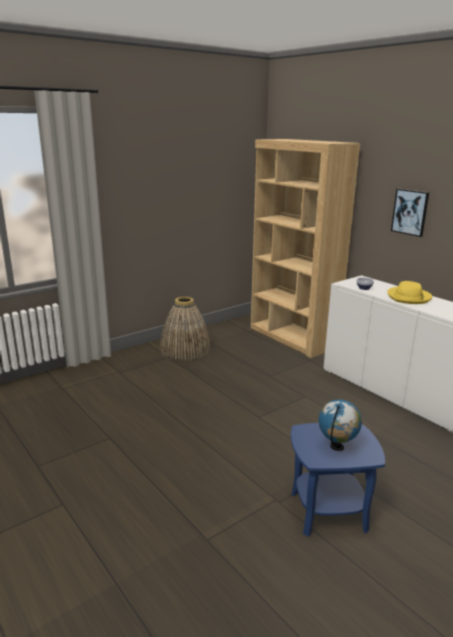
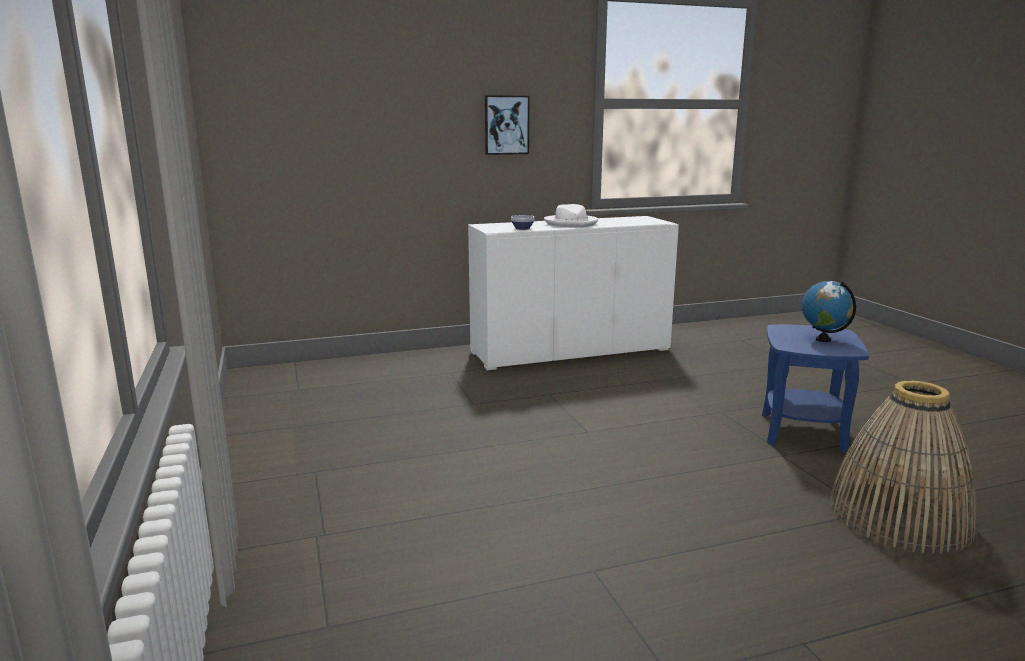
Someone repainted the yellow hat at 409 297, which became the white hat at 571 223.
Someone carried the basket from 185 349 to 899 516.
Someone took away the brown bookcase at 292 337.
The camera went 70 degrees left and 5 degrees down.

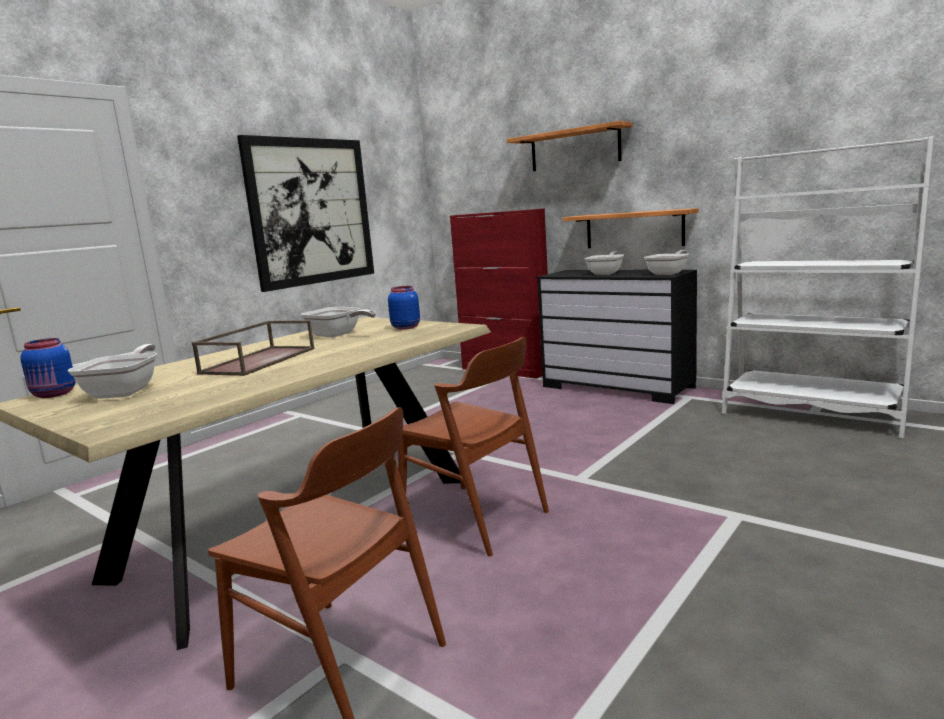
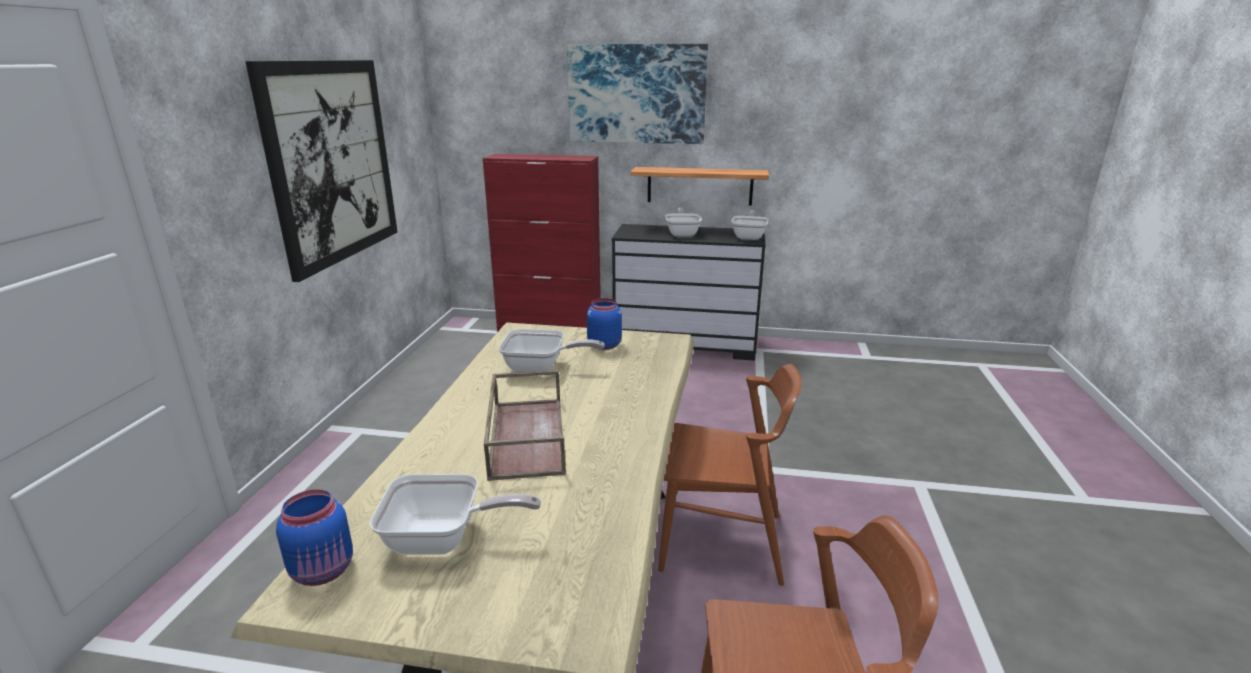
Someone rotated the frying pan at 126 391 by 120 degrees clockwise.
Someone swapped the shelf at 574 149 for the picture at 636 94.
Someone took away the white bookcase at 812 413.
The camera went 30 degrees left and 10 degrees up.

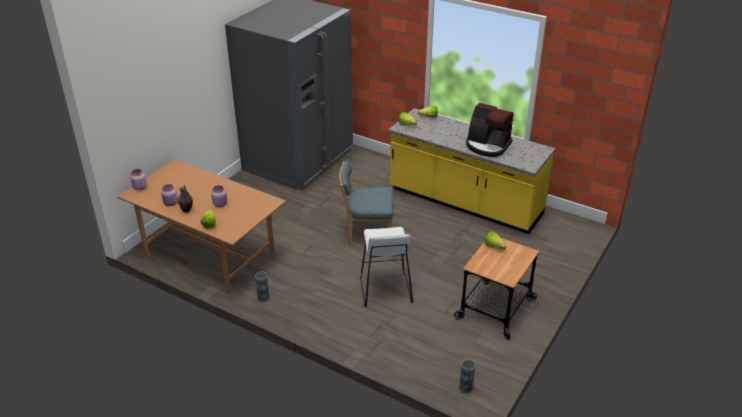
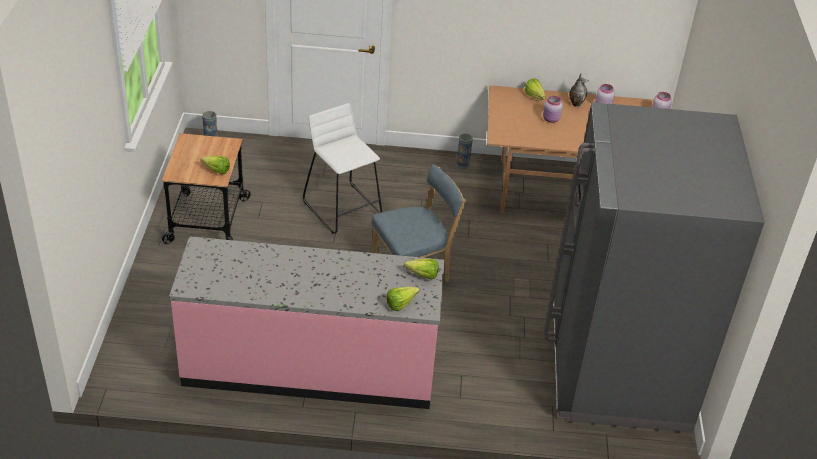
Someone repainted the yellow counter at 464 203, which became the pink counter at 310 367.
Someone took away the coffee machine at 487 145.
The camera went 150 degrees right and 5 degrees up.

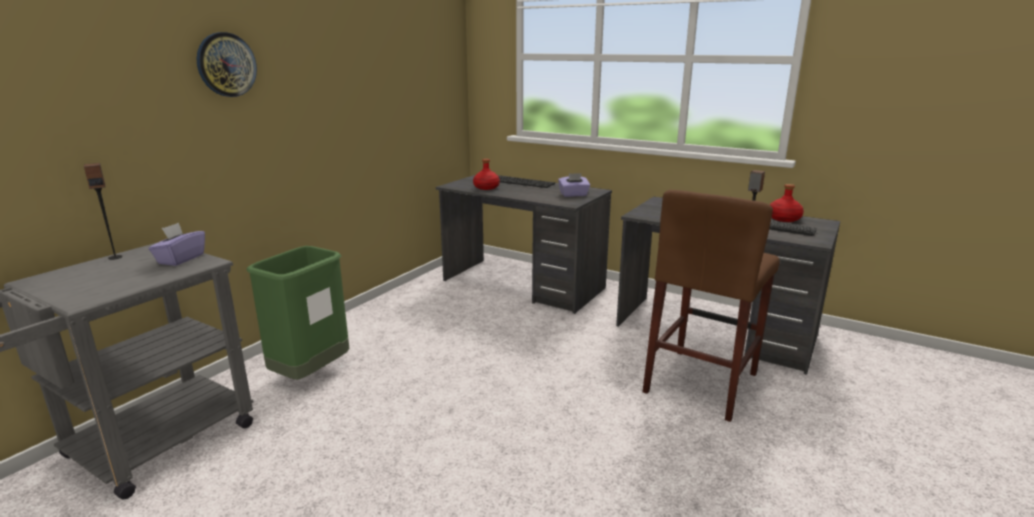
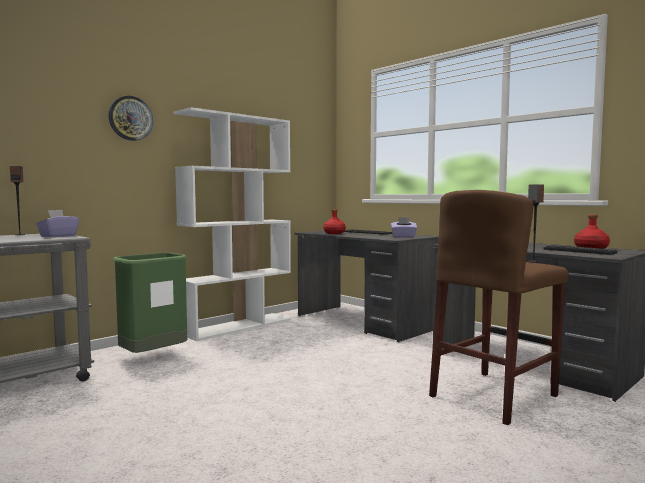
Someone put down the white bookcase at 238 326.
The camera went 15 degrees right and 15 degrees down.

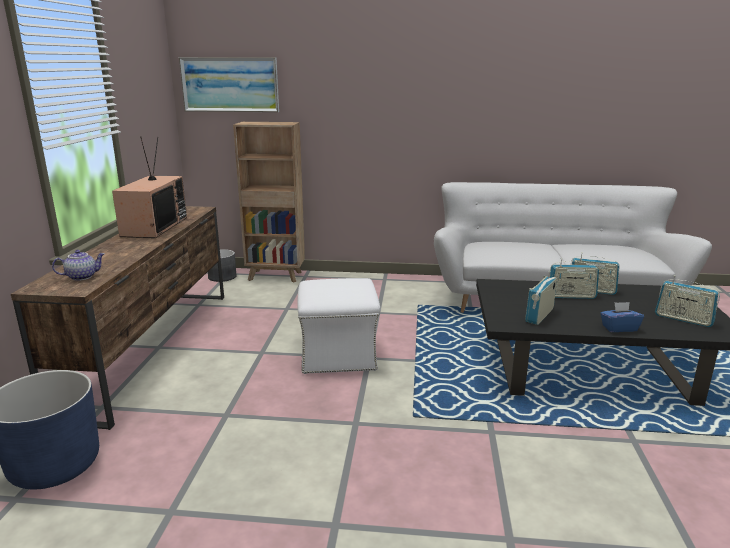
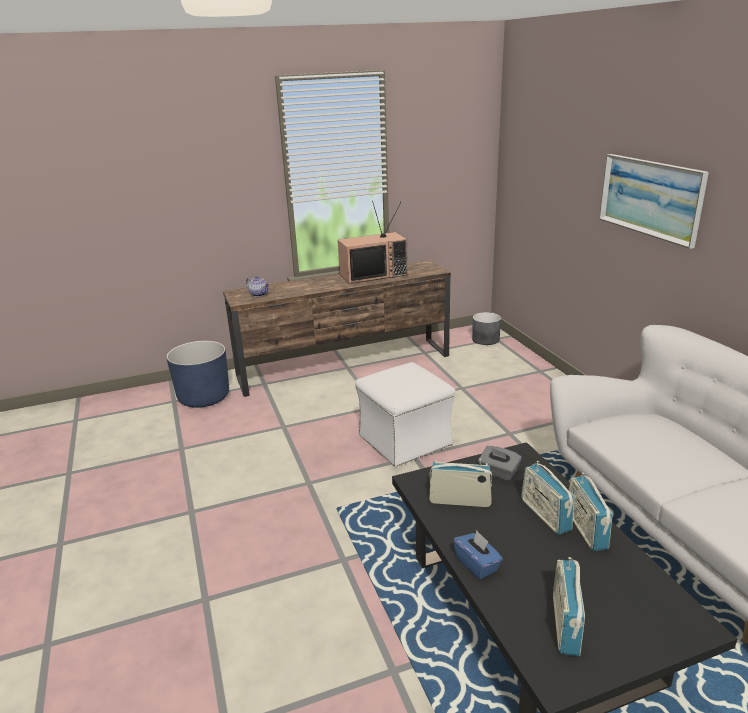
Someone put down the grey tissue box at 498 472.
Someone carried the picture from 230 84 to 650 197.
Someone took away the brown bookcase at 276 276.
The camera went 65 degrees right and 5 degrees up.

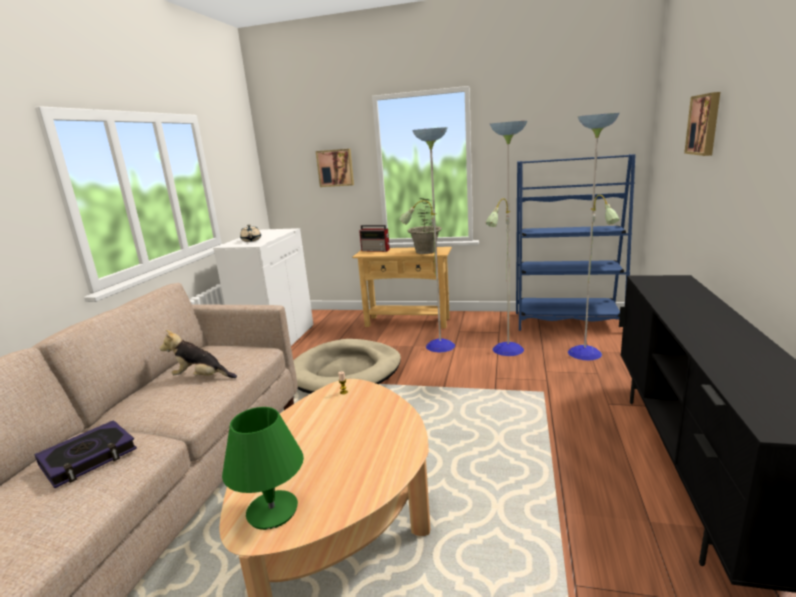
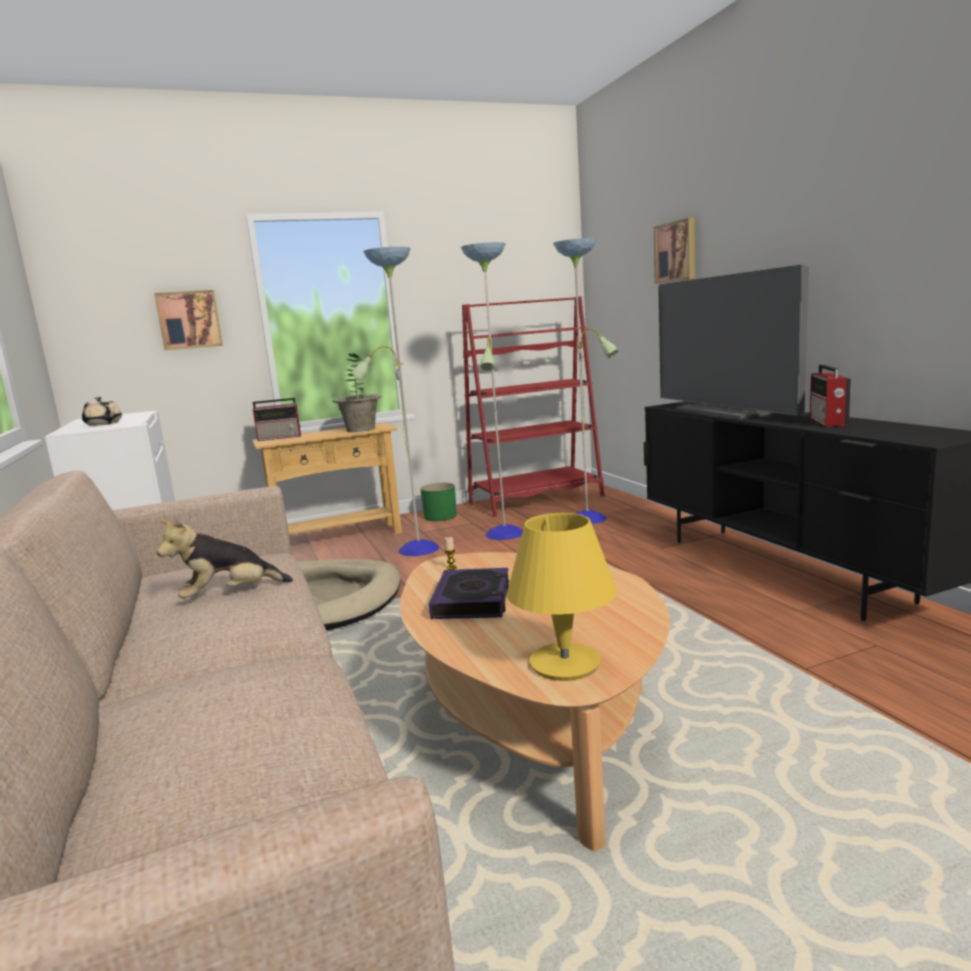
Someone put down the green planter at 440 516.
Someone carried the book from 89 457 to 472 600.
Someone repainted the blue bookcase at 567 322, which became the red bookcase at 536 500.
Someone repainted the green table lamp at 272 510, which became the yellow table lamp at 564 663.
Someone put down the television at 727 411.
Someone put down the radio at 828 421.
The camera went 35 degrees left and 5 degrees down.

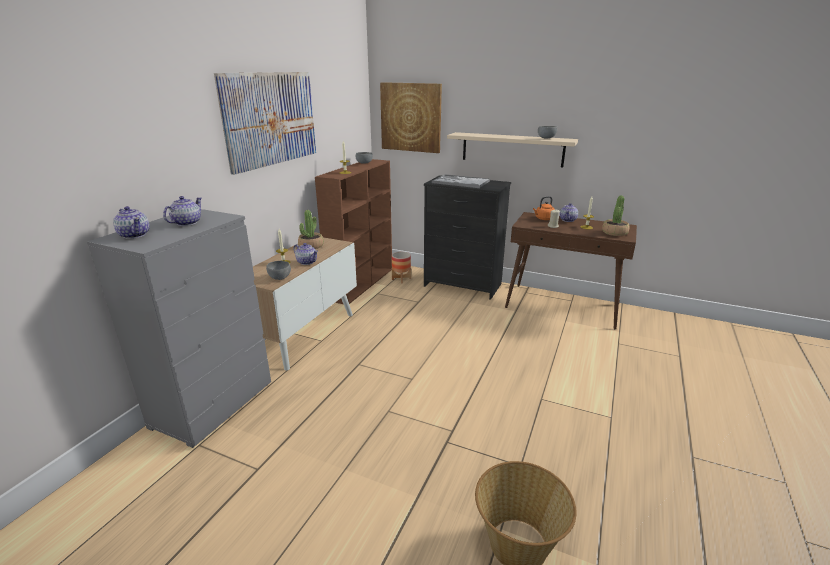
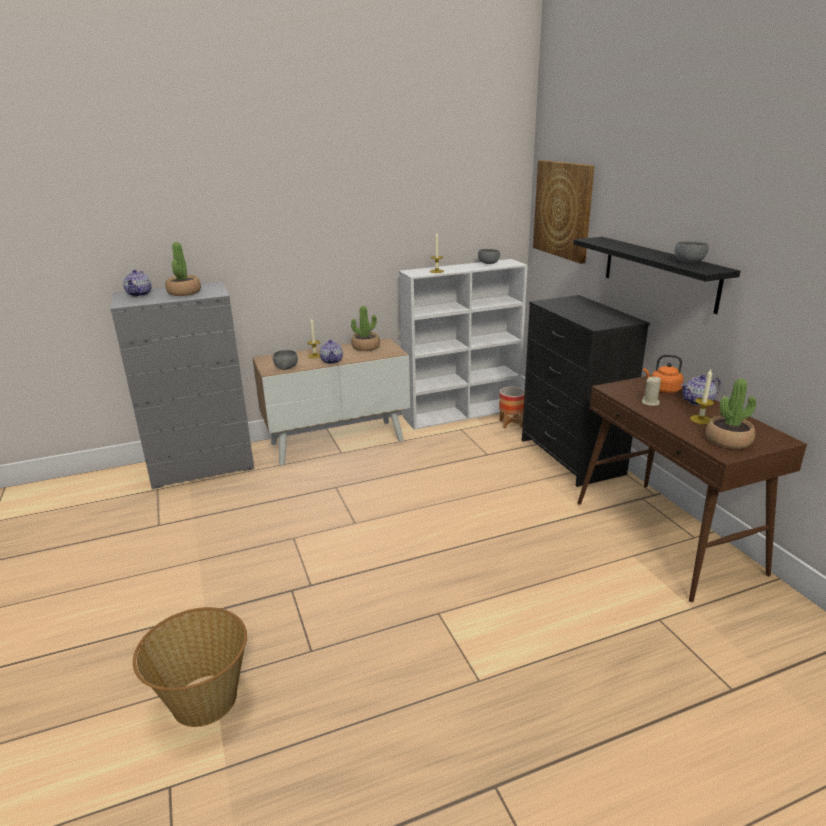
Someone swapped the teapot at 186 223 for the potted plant at 184 292.
Someone repainted the brown bookcase at 361 283, which became the white bookcase at 462 413.
Someone repainted the beige shelf at 512 149, which became the black shelf at 659 272.
Someone took away the picture at 271 119.
Someone took away the tray at 460 182.
The camera went 45 degrees right and 0 degrees up.

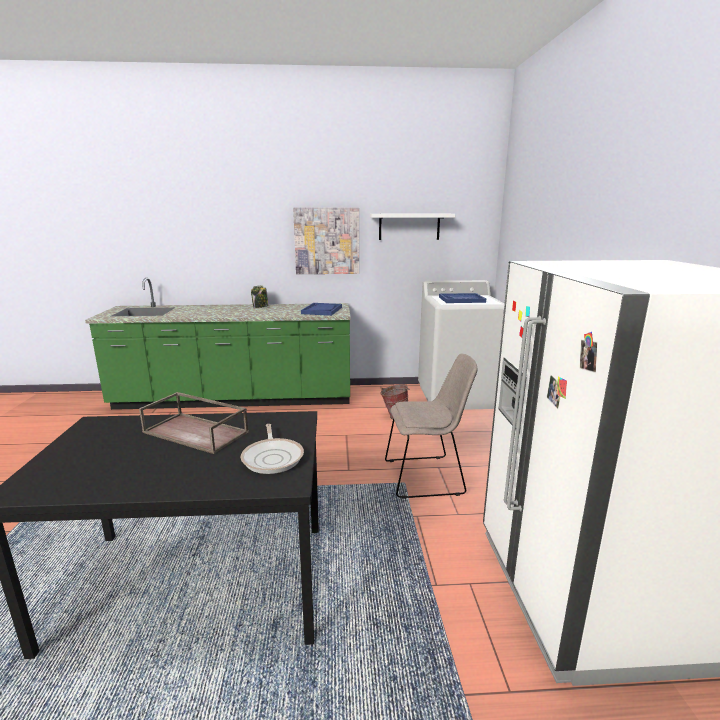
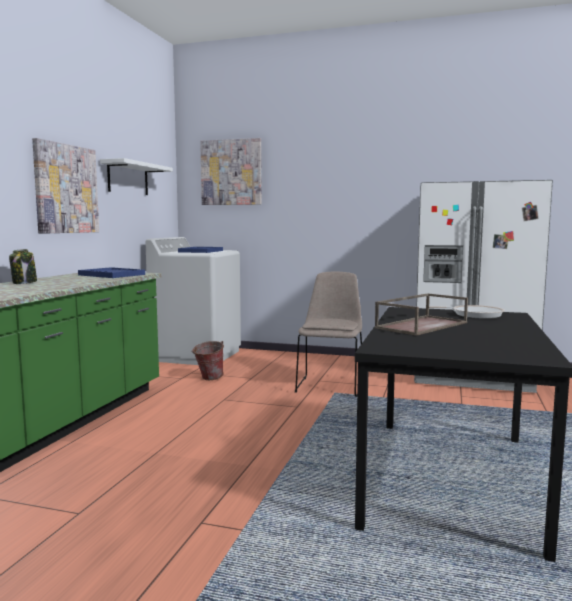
Someone put up the picture at 231 172.
The camera went 70 degrees left and 10 degrees down.

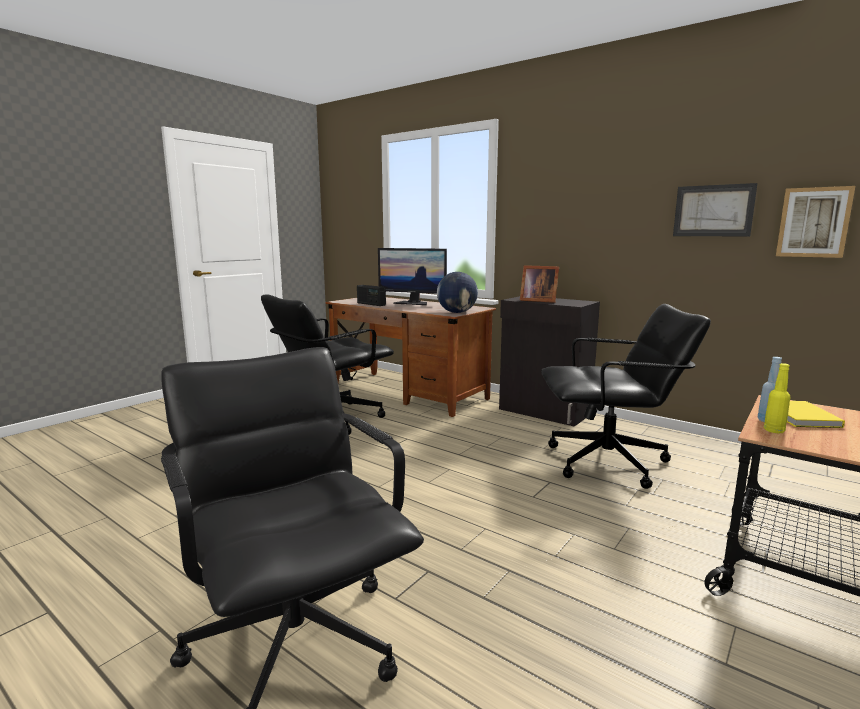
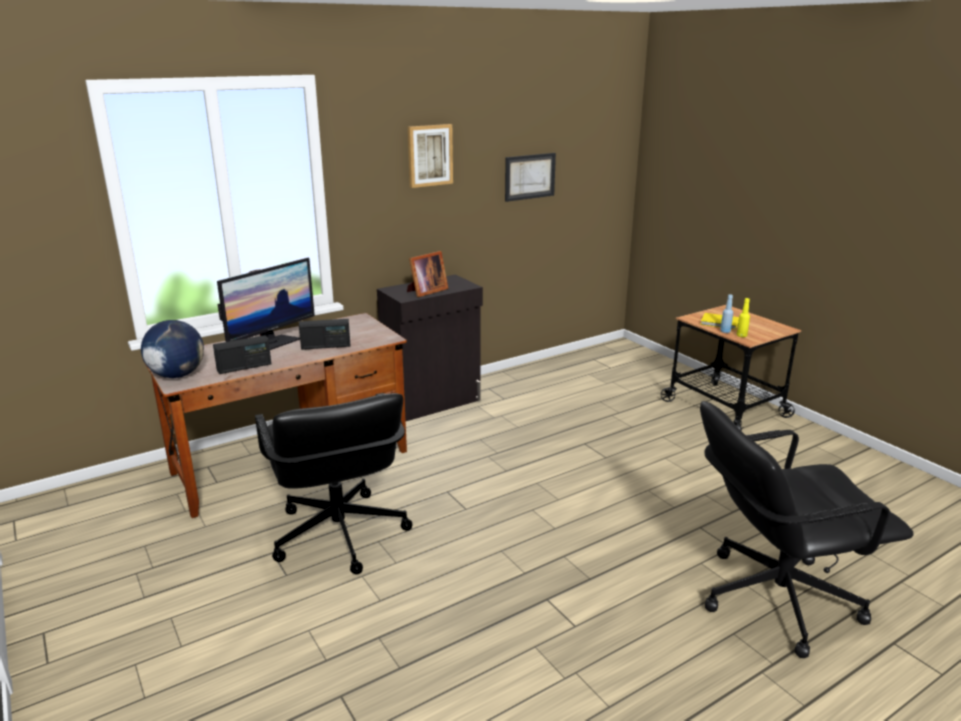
Someone carried the globe from 457 312 to 177 375.
Someone put down the radio at 326 346.
Someone carried the picture from 813 222 to 429 155.
Someone took away the black office chair at 609 462.
The camera went 70 degrees left and 10 degrees up.

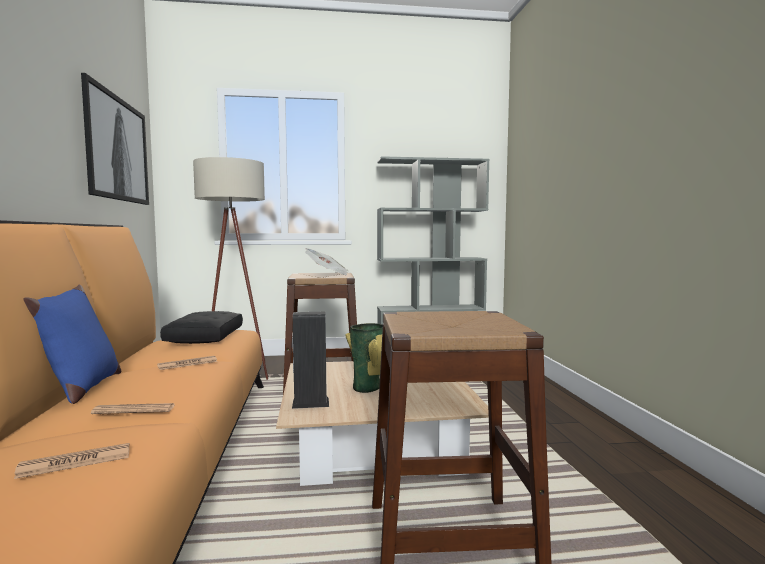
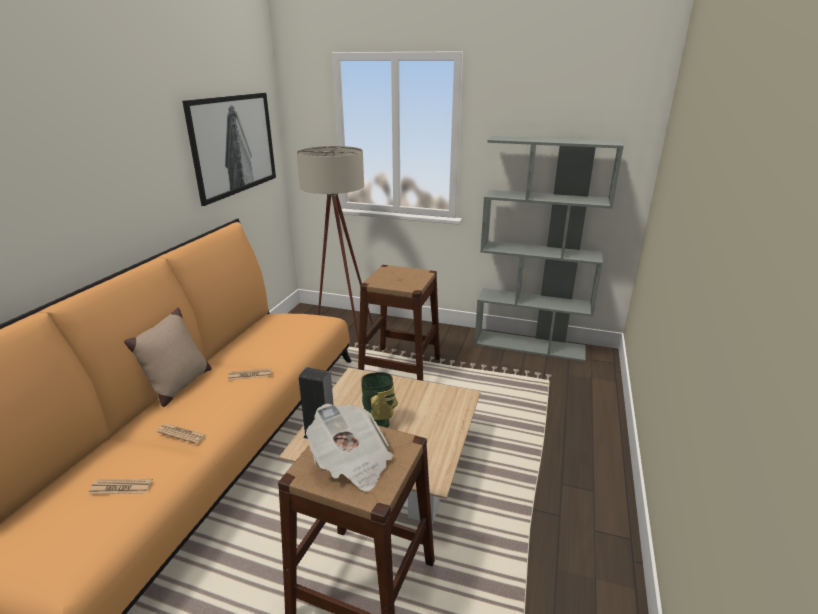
Someone repainted the blue pillow at 81 389, which became the beige pillow at 178 386.
Someone carried the newspaper from 328 274 to 351 462.
Someone took away the black pillow at 204 337.
The camera went 25 degrees right and 20 degrees up.

